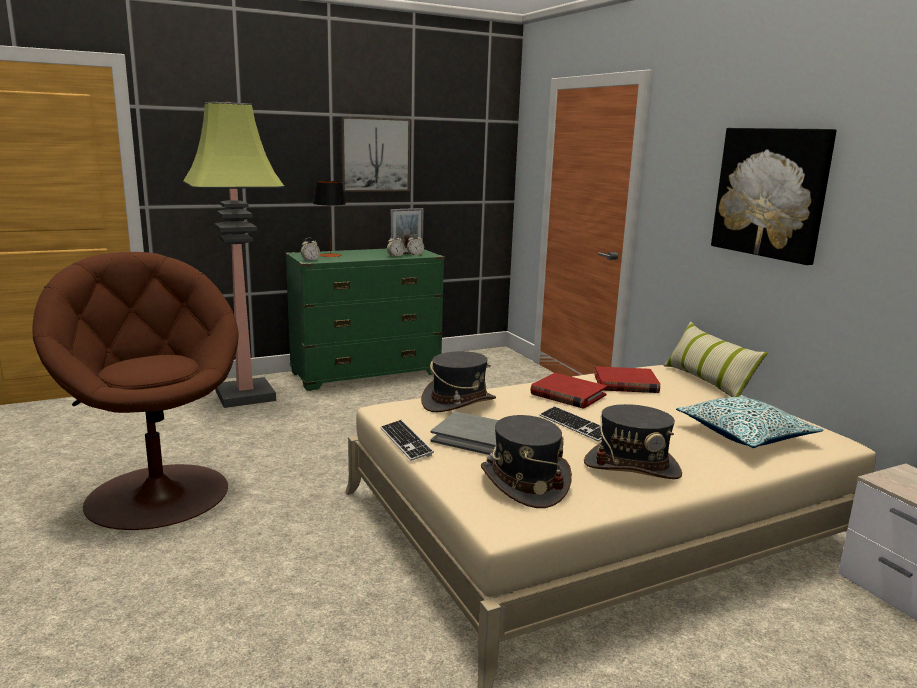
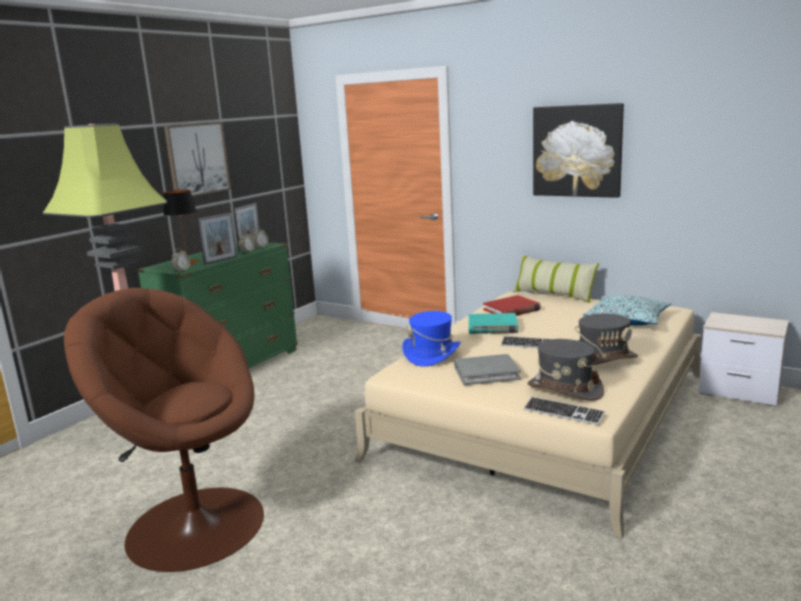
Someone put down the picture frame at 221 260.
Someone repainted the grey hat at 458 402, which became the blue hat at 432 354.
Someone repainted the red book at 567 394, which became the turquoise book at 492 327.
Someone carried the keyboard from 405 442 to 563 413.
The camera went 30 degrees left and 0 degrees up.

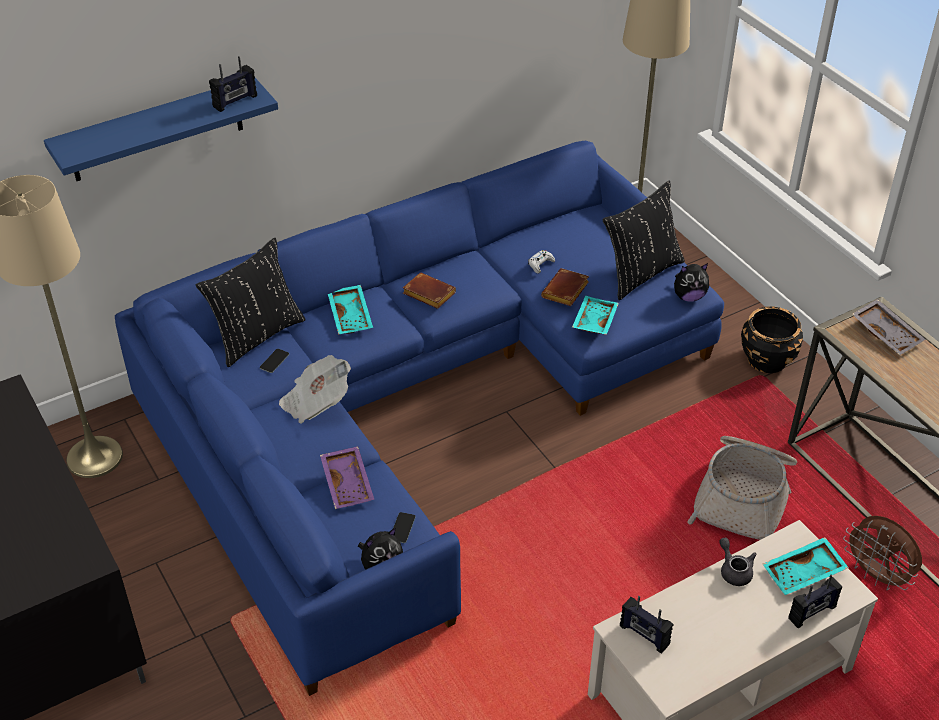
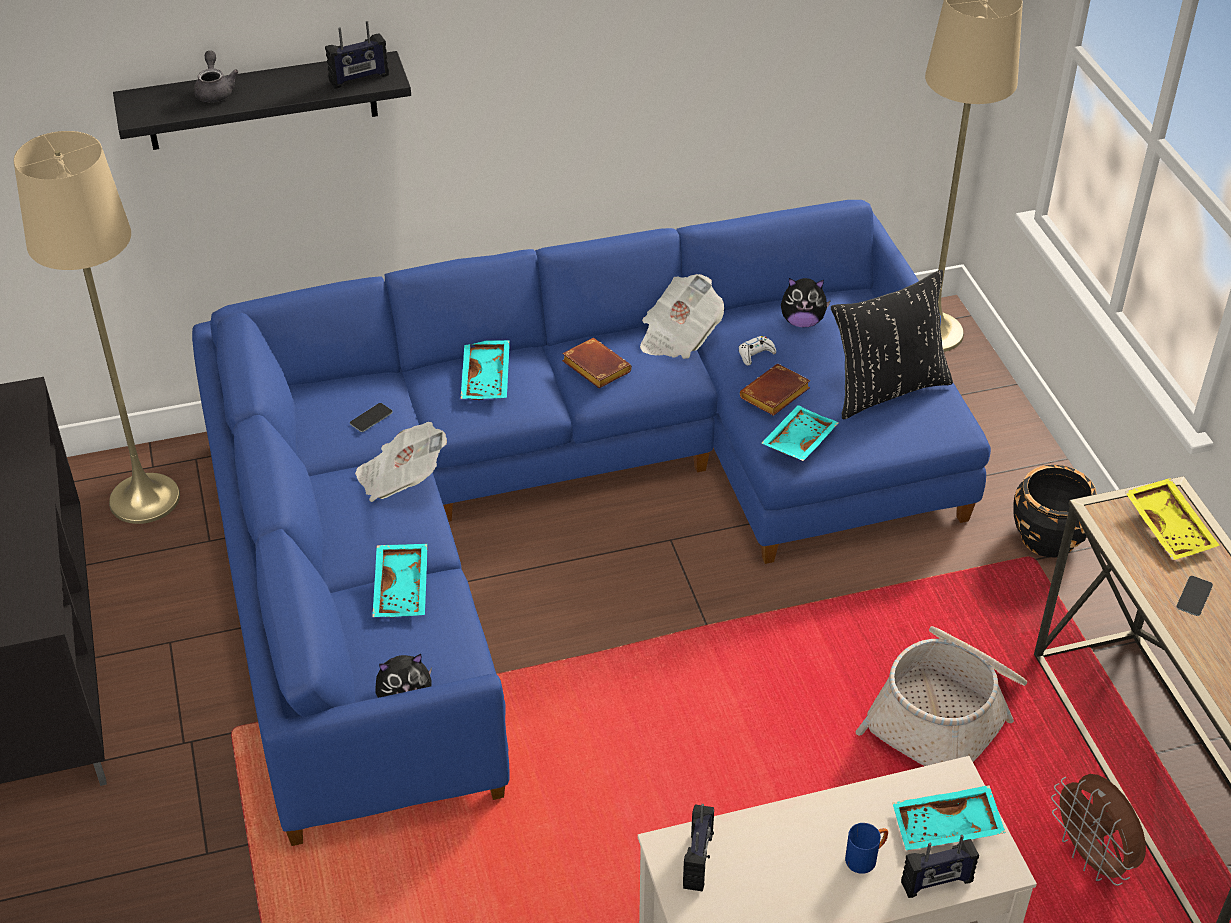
Someone repainted the blue shelf at 156 130, which became the black shelf at 261 101.
Someone carried the grey teapot from 734 570 to 215 91.
Someone repainted the purple tray at 348 483, which became the turquoise tray at 403 589.
Someone put down the newspaper at 678 336.
Someone rotated the radio at 644 635 by 135 degrees counterclockwise.
Someone carried the plush toy from 689 297 to 802 322.
Someone put down the blue mug at 866 858.
Someone repainted the grey tray at 887 333, which became the yellow tray at 1170 527.
Someone carried the phone from 402 528 to 1194 596.
Someone took away the black pillow at 257 336.
The camera went 15 degrees right and 0 degrees up.

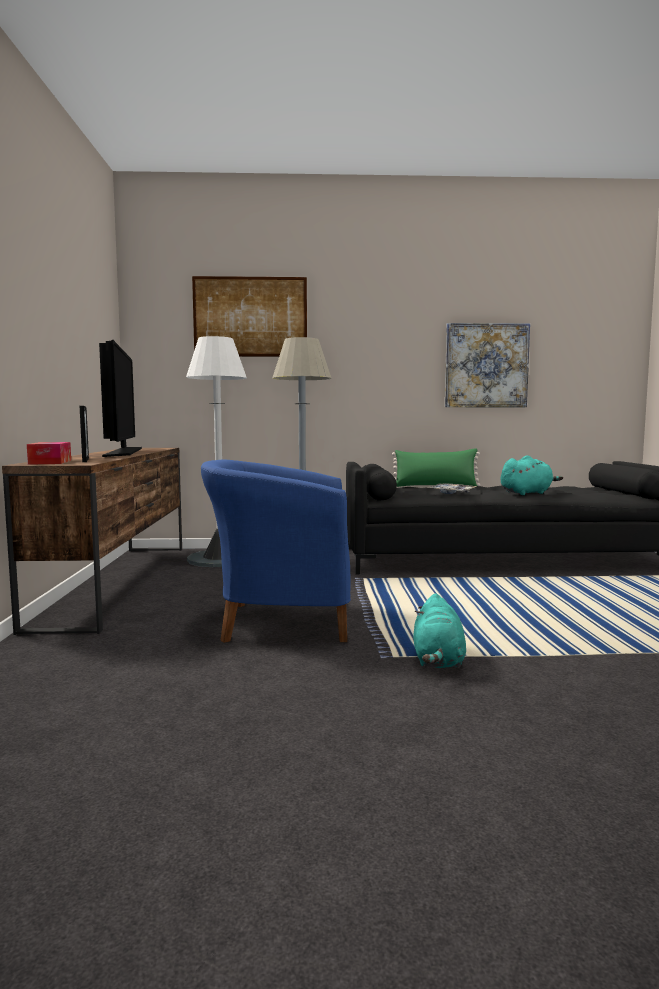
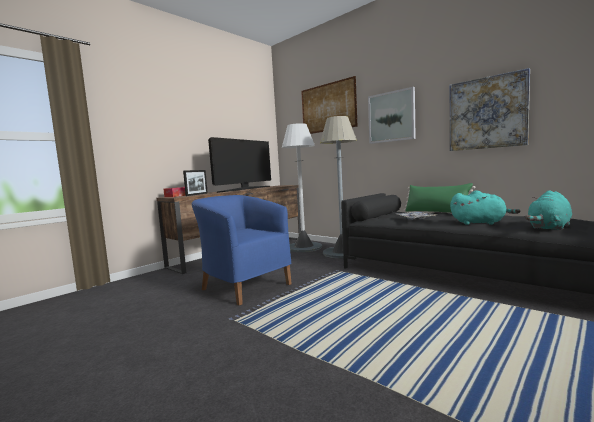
Someone put up the picture at 391 117.
Someone carried the turquoise plush toy from 438 660 to 549 228.
The camera went 45 degrees right and 0 degrees up.

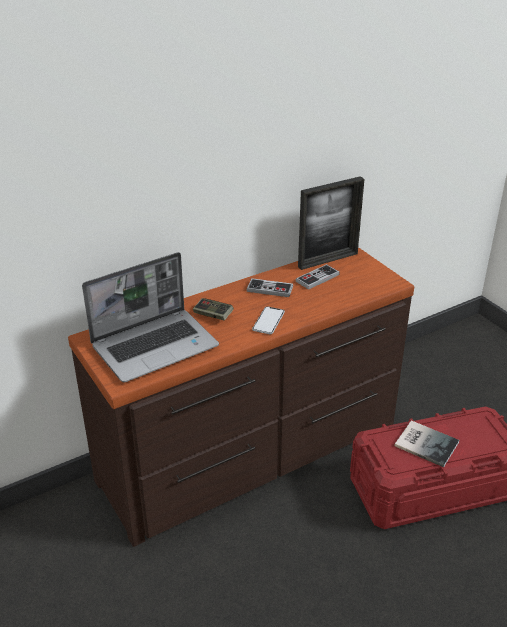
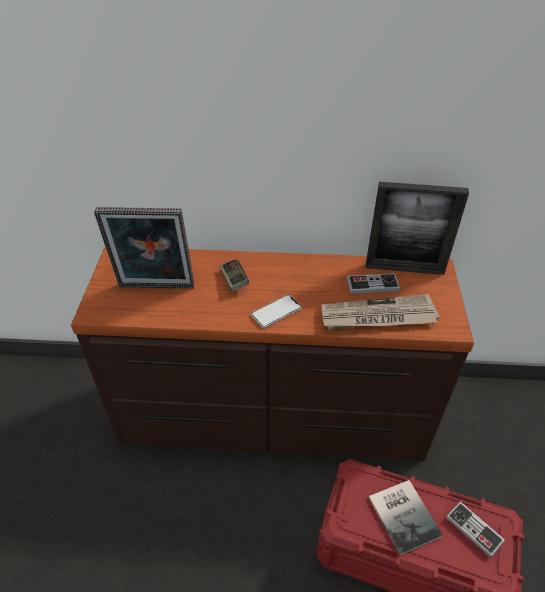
Someone swapped the laptop at 156 345 for the picture frame at 156 289.
Someone put down the newspaper at 377 316.
Someone carried the game controller from 270 289 to 474 529.
The camera went 35 degrees right and 10 degrees up.

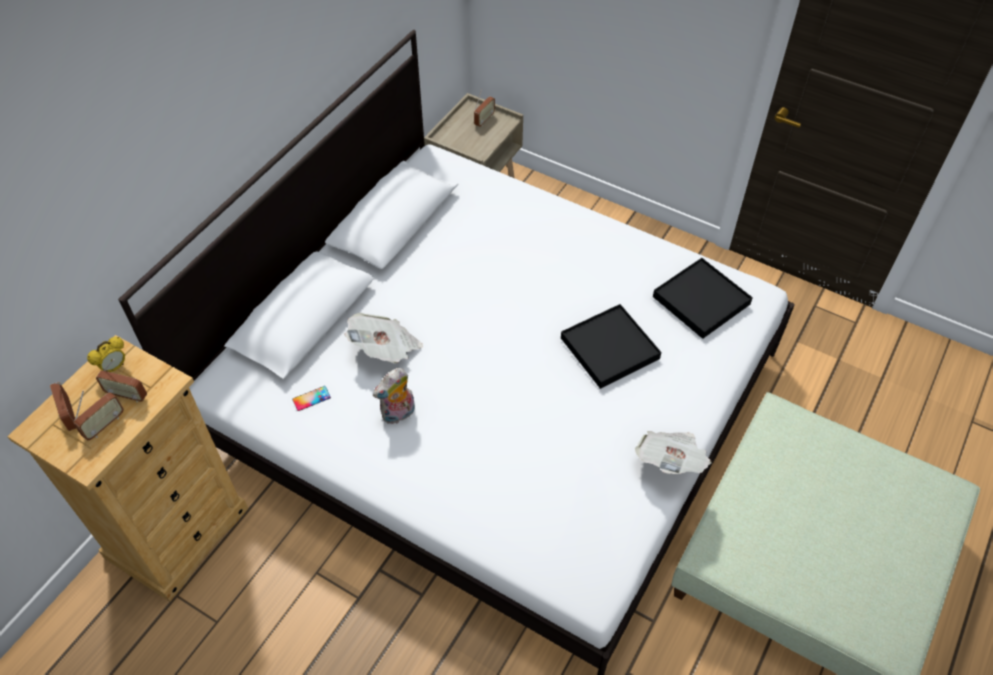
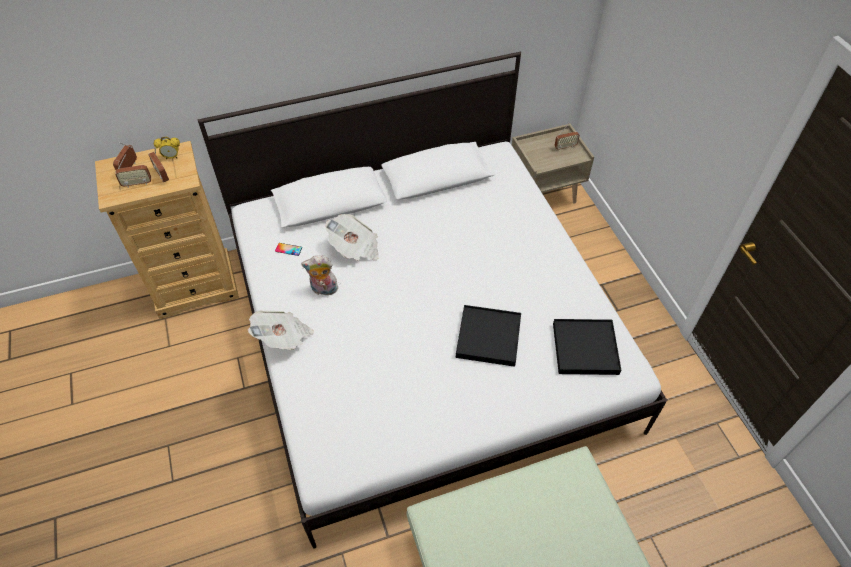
Someone carried the newspaper from 671 461 to 283 337.
The camera went 40 degrees right and 0 degrees up.

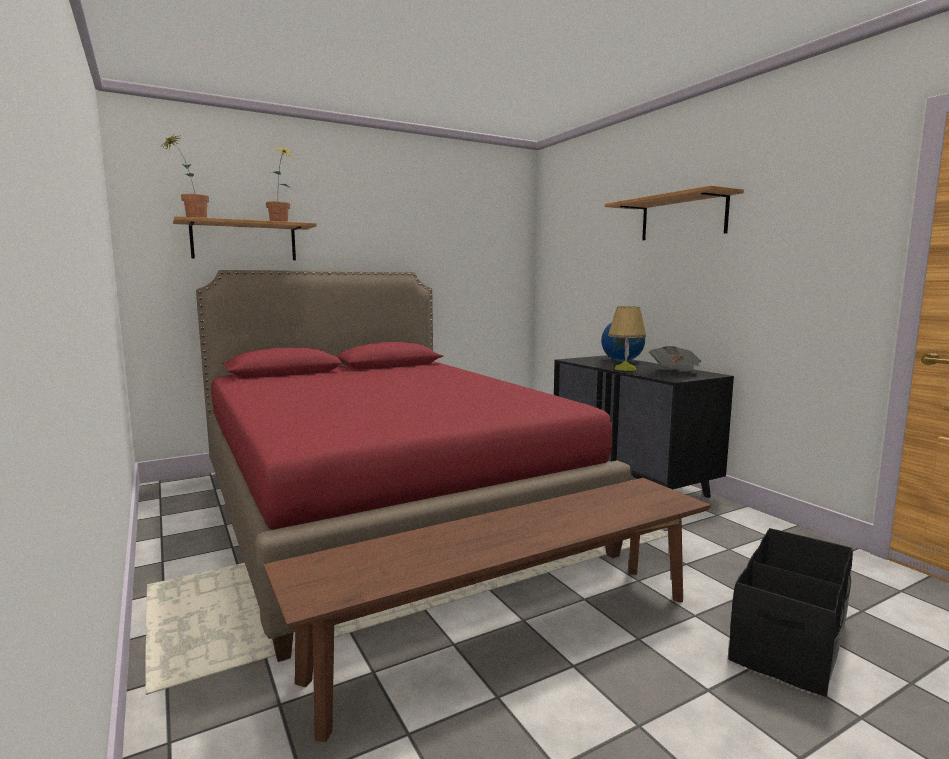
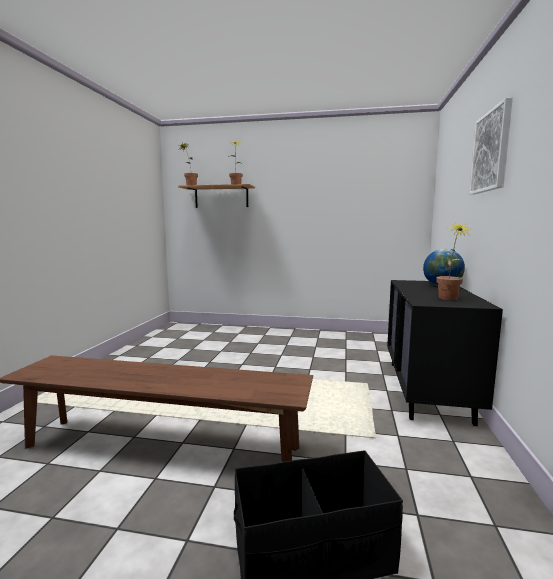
Someone swapped the newspaper at 675 372 for the potted plant at 449 299.
Someone swapped the shelf at 683 218 for the picture at 491 151.
Someone took away the red bed at 382 508.
Someone took away the table lamp at 625 369.
The camera went 40 degrees right and 0 degrees up.

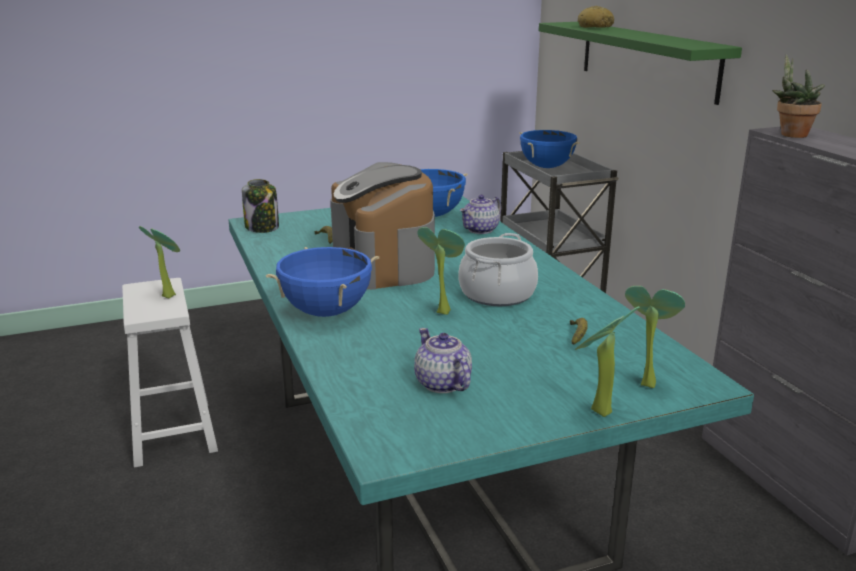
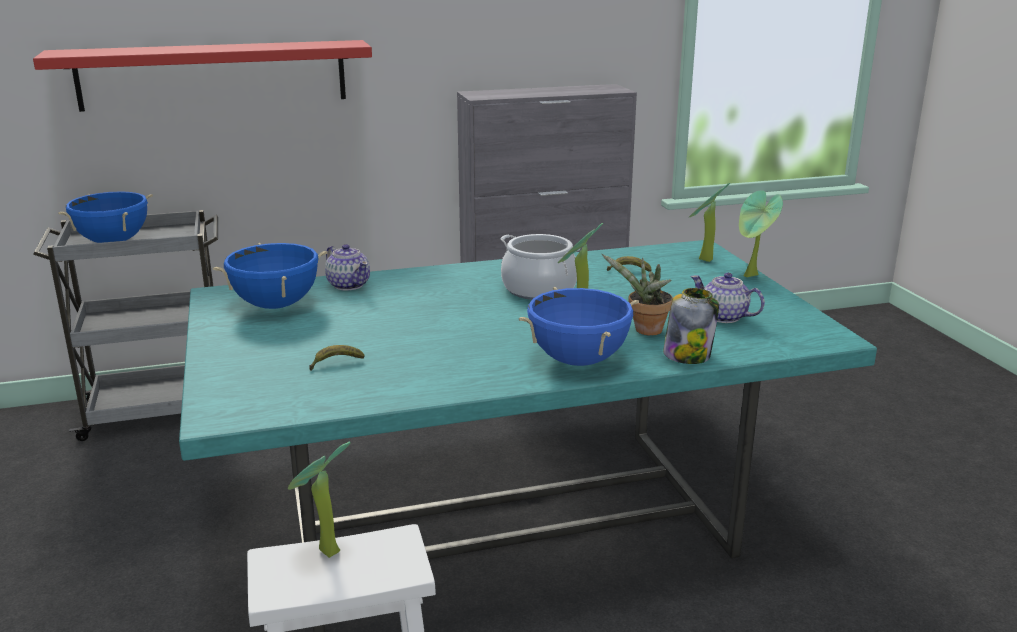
Someone repainted the green shelf at 646 59, which became the red shelf at 213 75.
Someone carried the potted plant from 790 134 to 644 331.
Someone carried the jar from 262 227 to 687 355.
Someone rotated the teapot at 442 384 by 60 degrees clockwise.
Someone took away the coffee machine at 384 263.
Someone took away the bread at 595 27.
The camera went 85 degrees left and 0 degrees up.

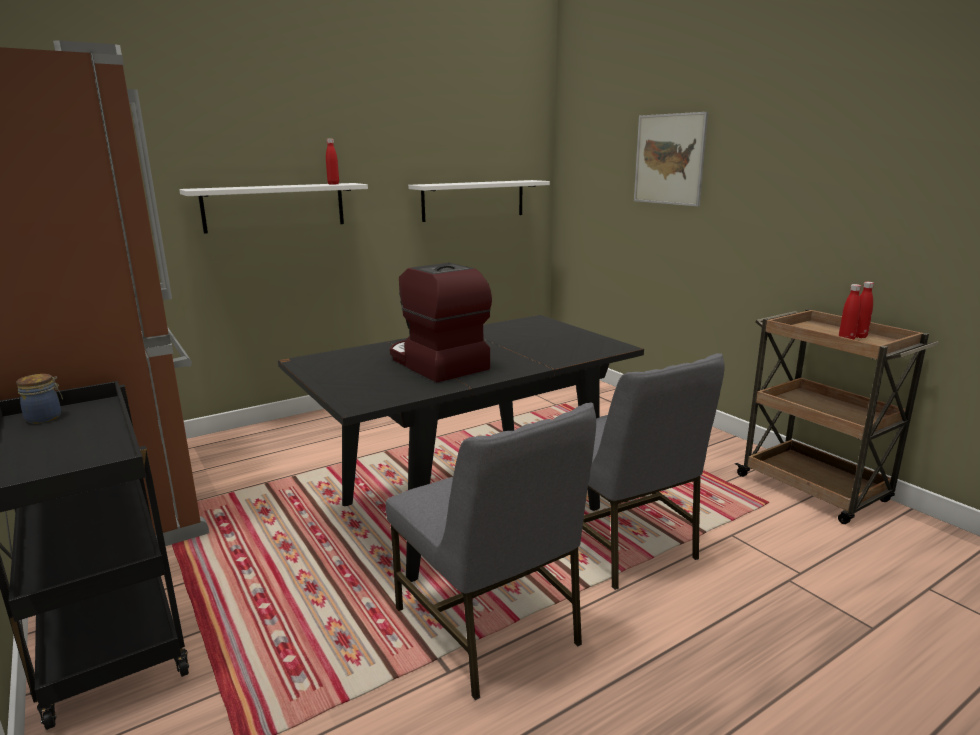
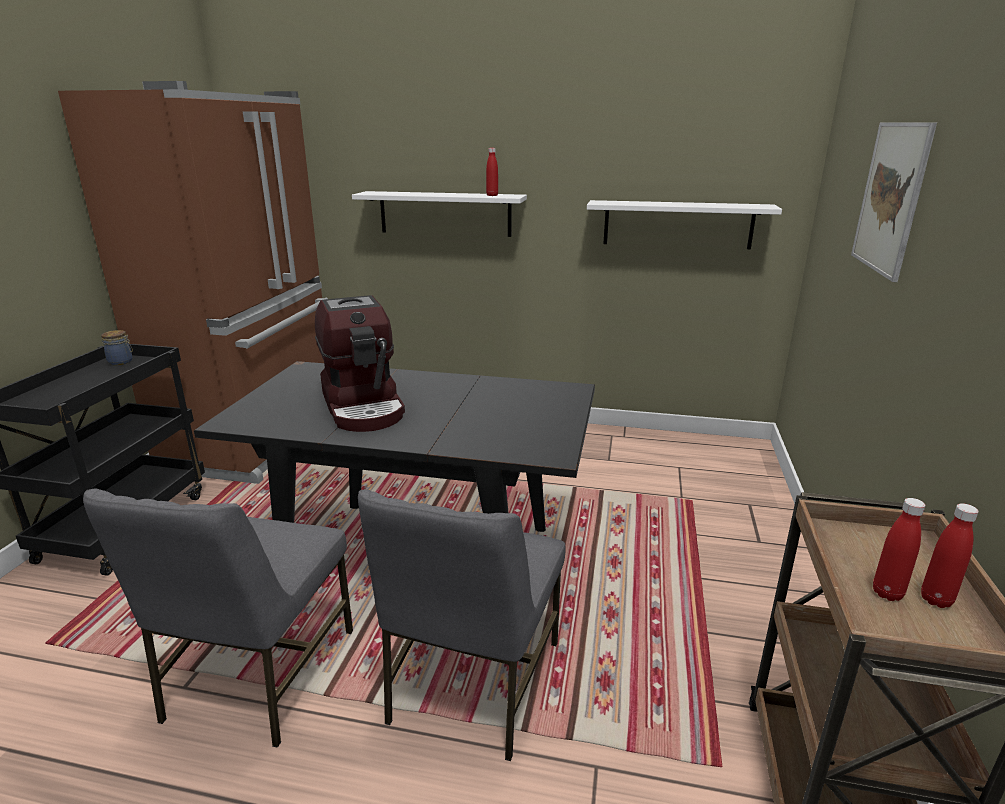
Someone rotated the coffee machine at 436 364 by 150 degrees clockwise.
The camera went 45 degrees right and 5 degrees up.

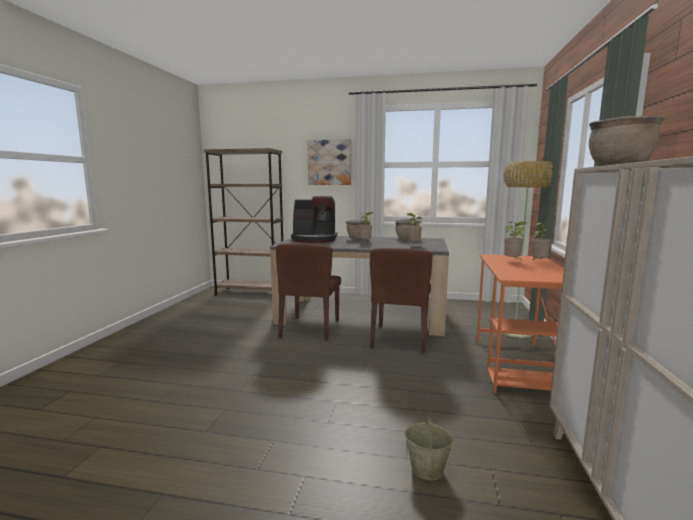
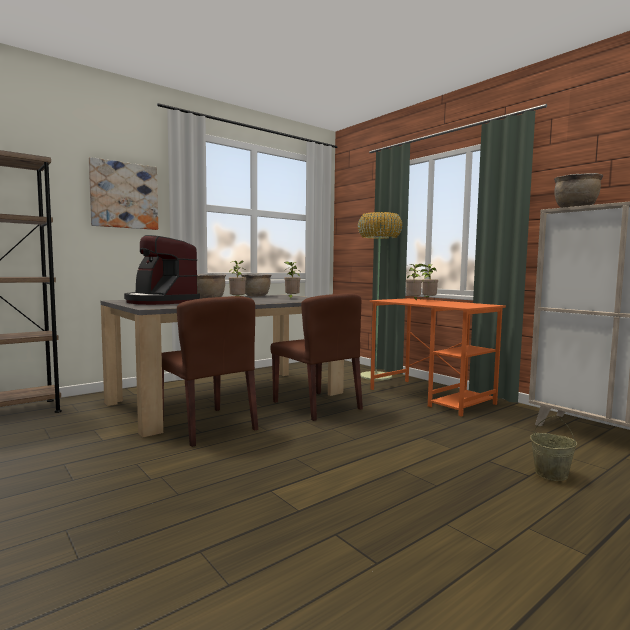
Someone rotated the coffee machine at 314 240 by 90 degrees clockwise.
The camera went 50 degrees left and 5 degrees down.

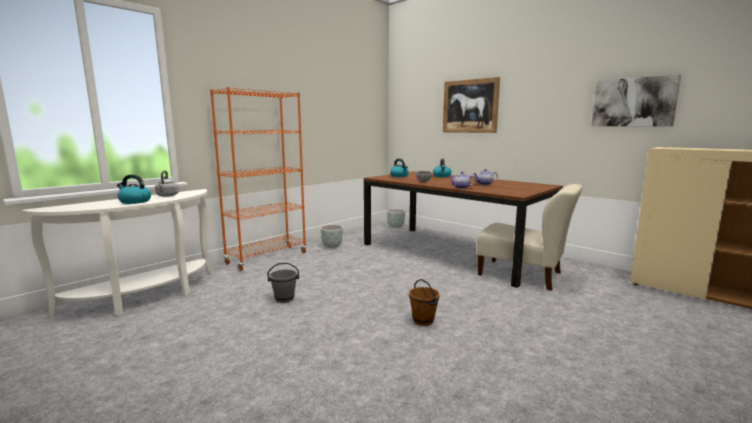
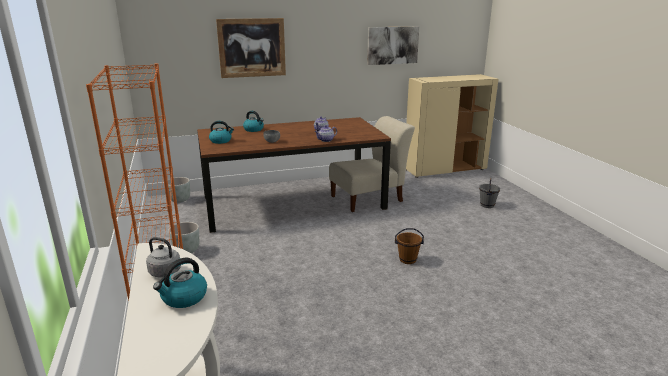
Someone carried the grey bucket from 284 299 to 487 205.
The camera went 60 degrees left and 10 degrees up.

